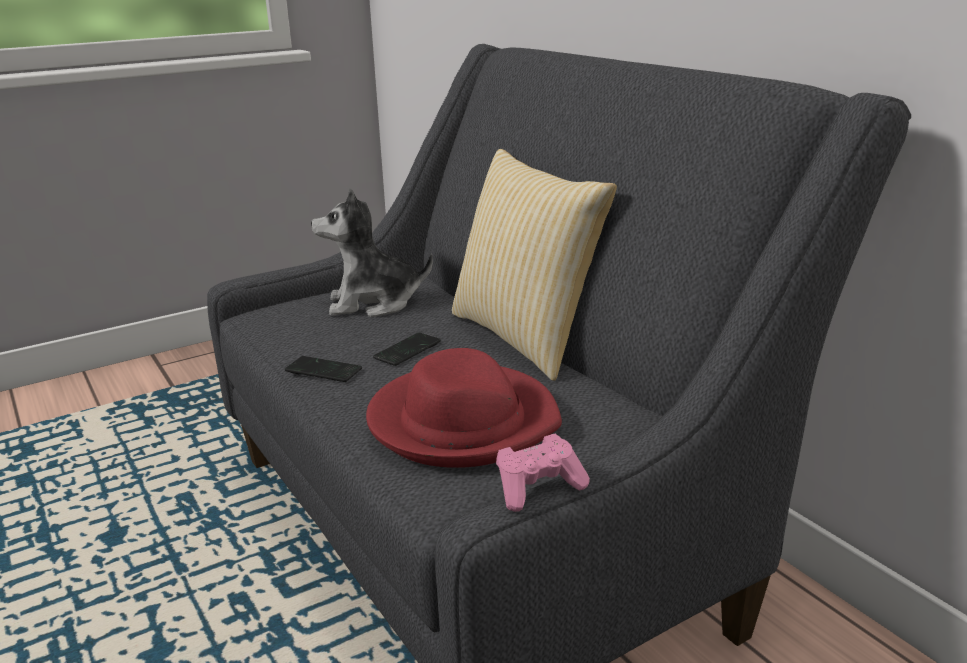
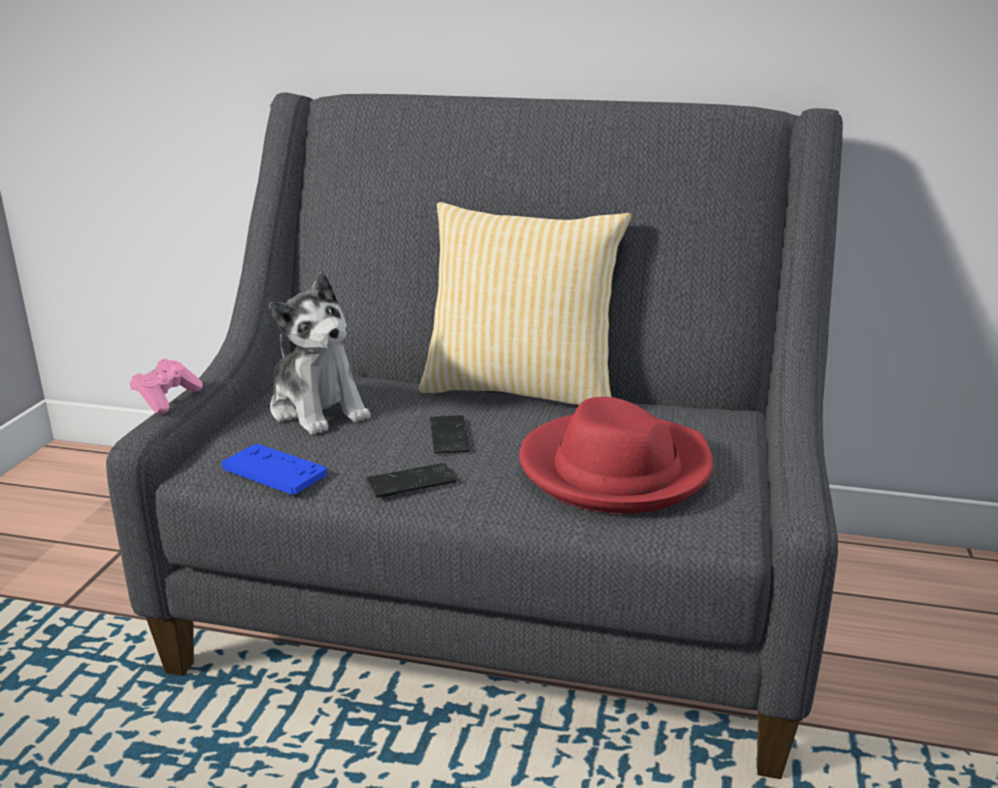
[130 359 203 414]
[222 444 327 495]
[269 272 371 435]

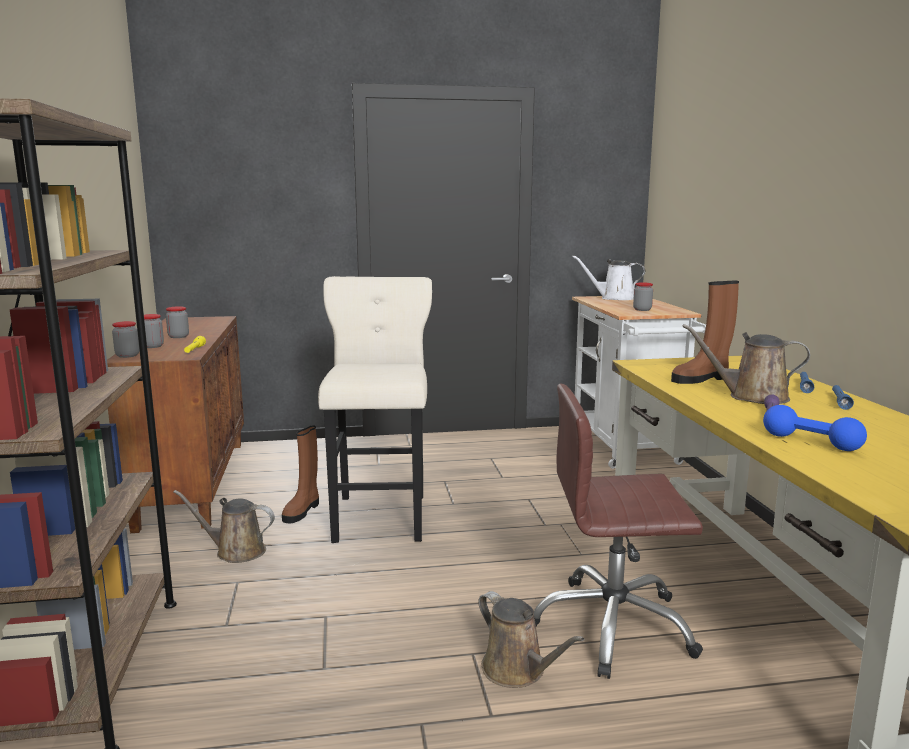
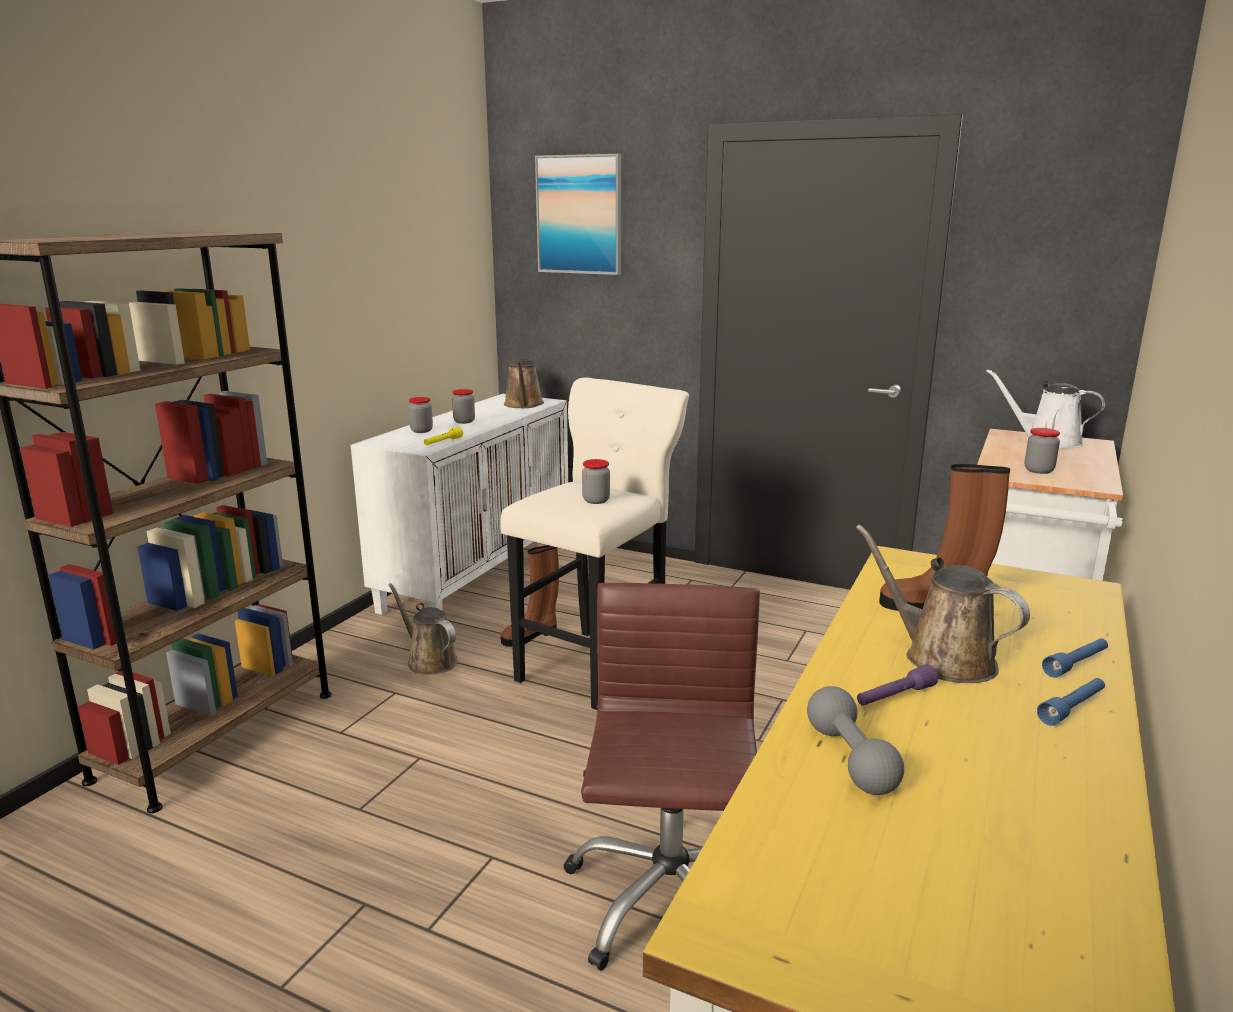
[351 394 568 615]
[504 358 544 408]
[535 154 621 275]
[563 583 760 971]
[582 459 610 504]
[807 686 904 795]

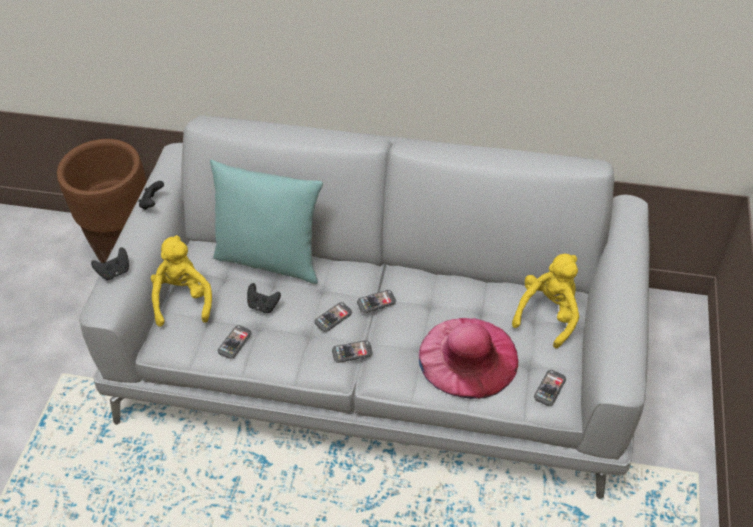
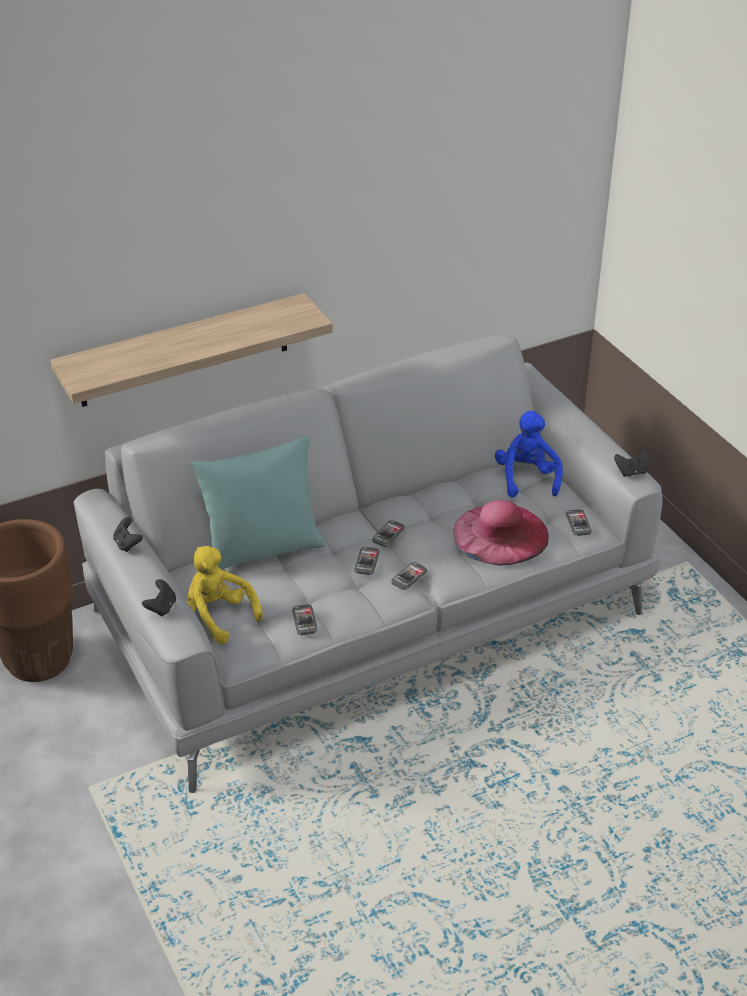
[50 293 333 407]
[495 411 563 498]
[614 450 649 477]

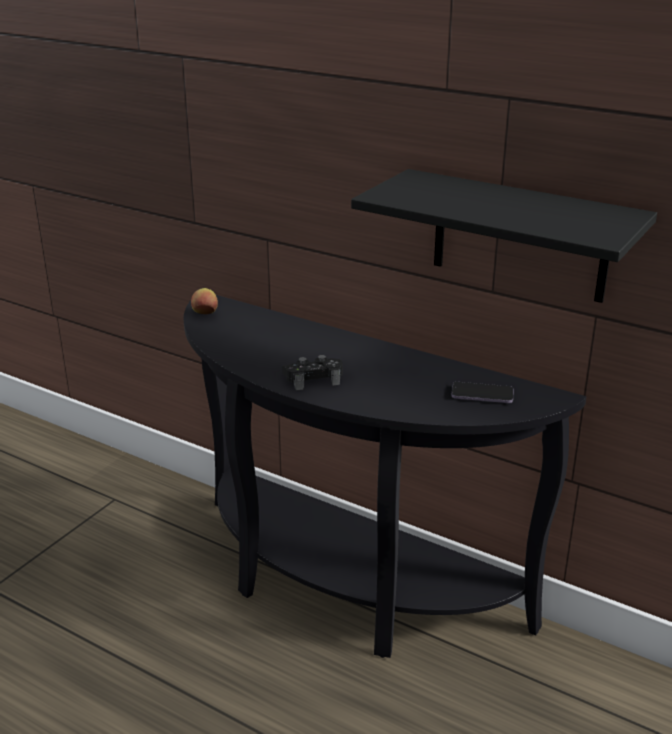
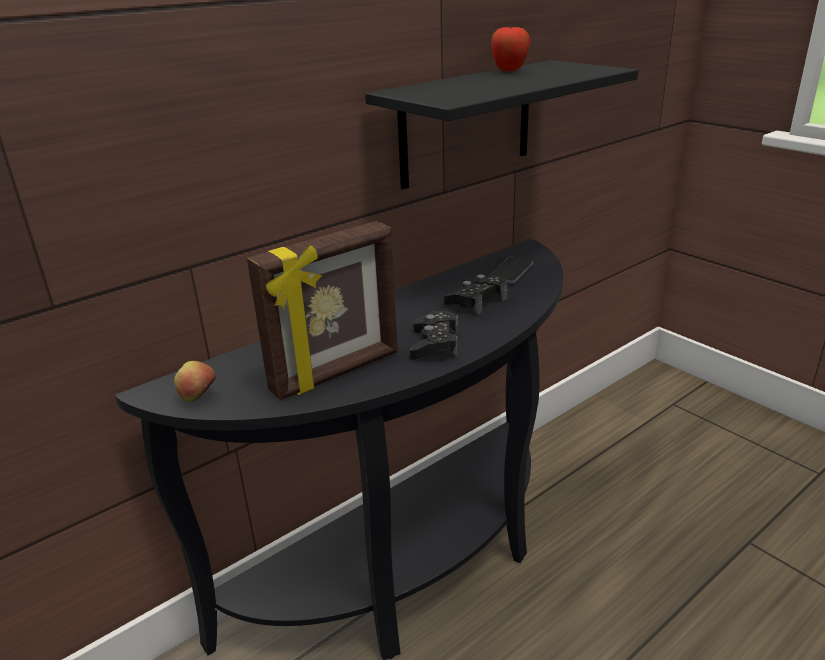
[247 221 398 400]
[444 274 508 315]
[491 23 530 71]

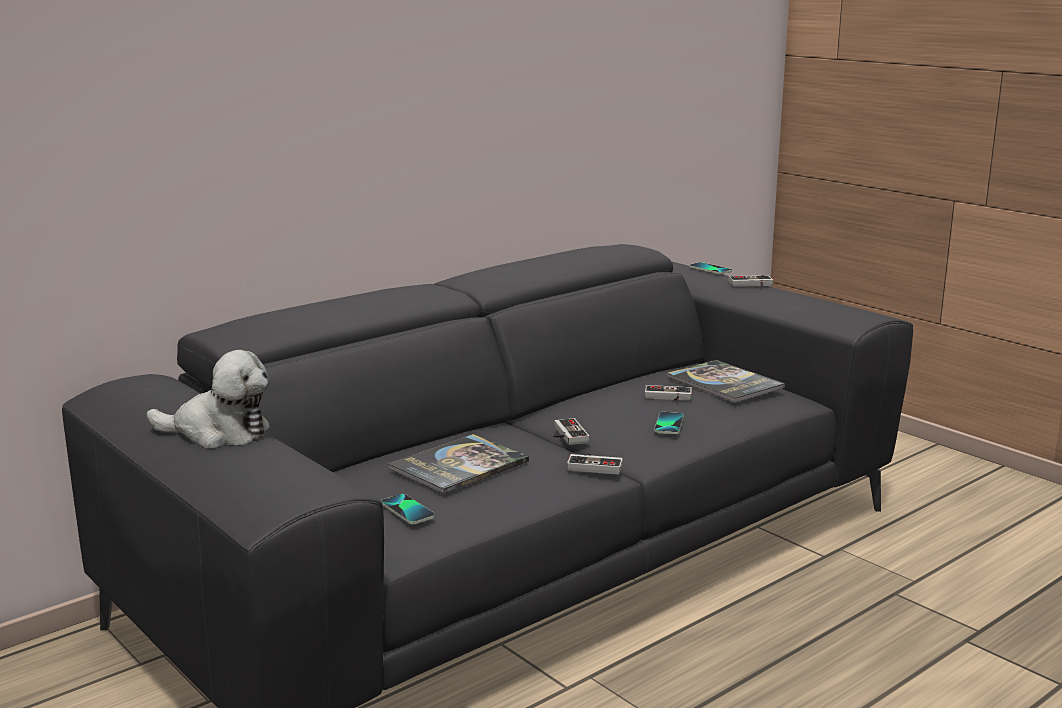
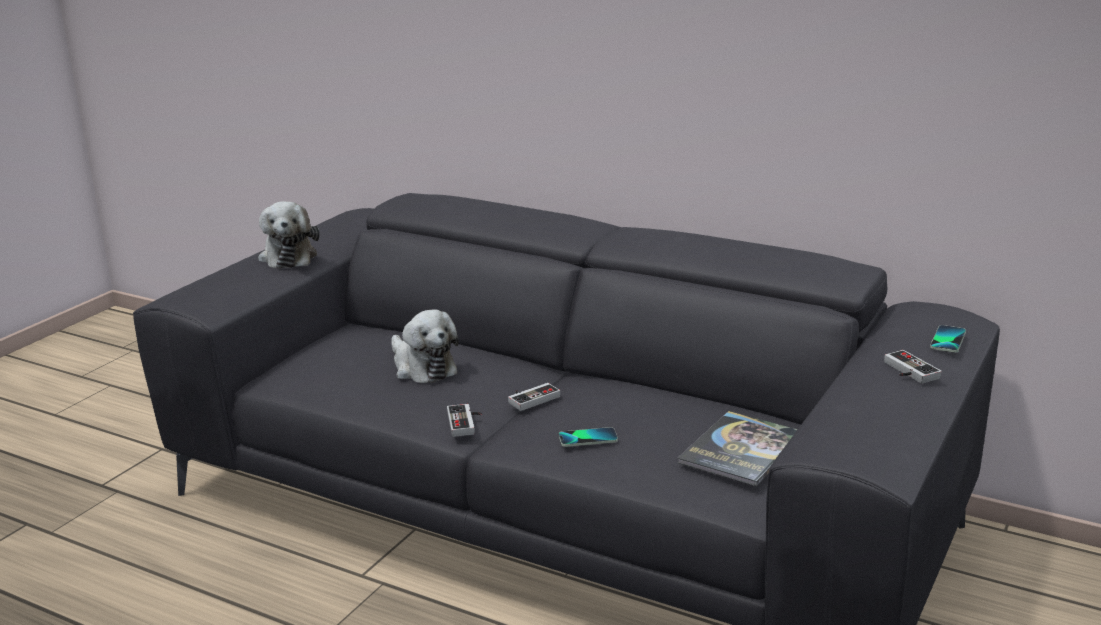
[391 309 459 383]
[381 494 435 524] (first image)
[645 385 692 401] (first image)

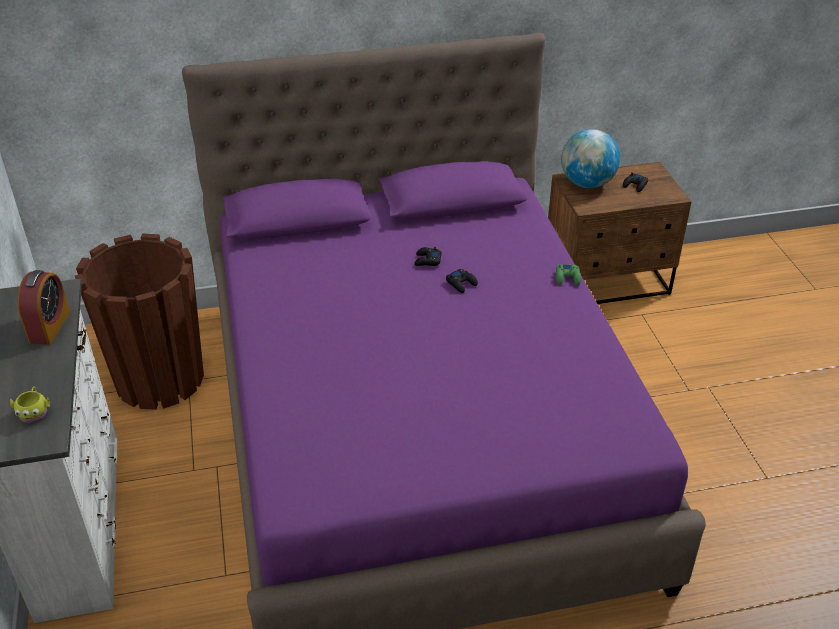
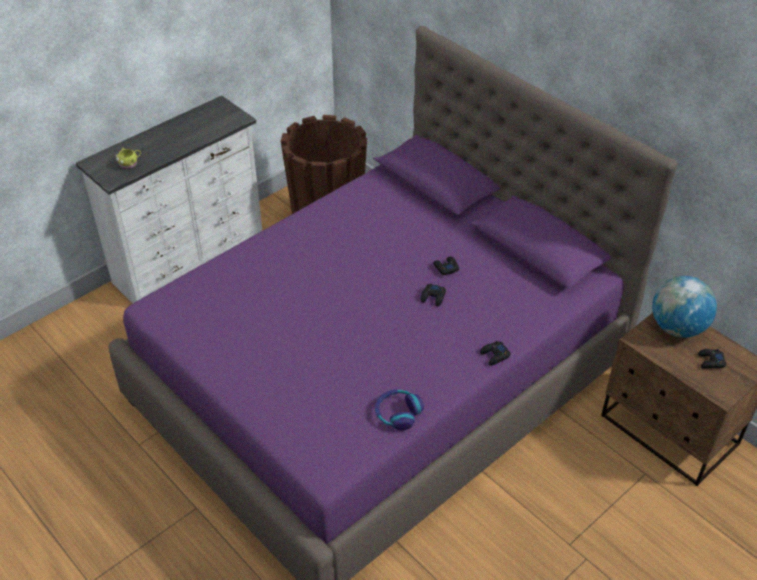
[375 389 424 430]
[480 341 510 366]
[17 270 70 345] (first image)

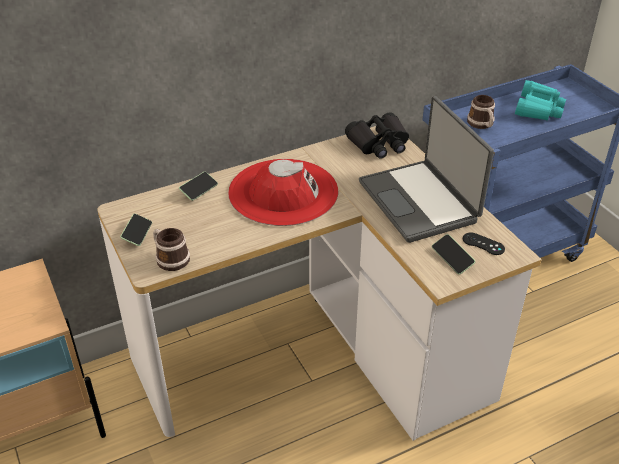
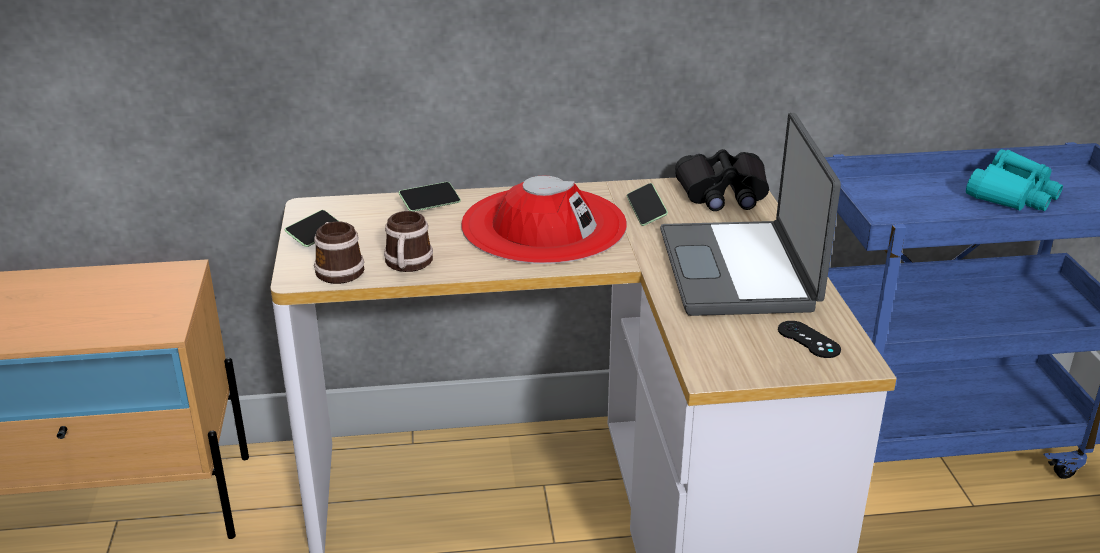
[384 211 433 272]
[627 183 668 226]

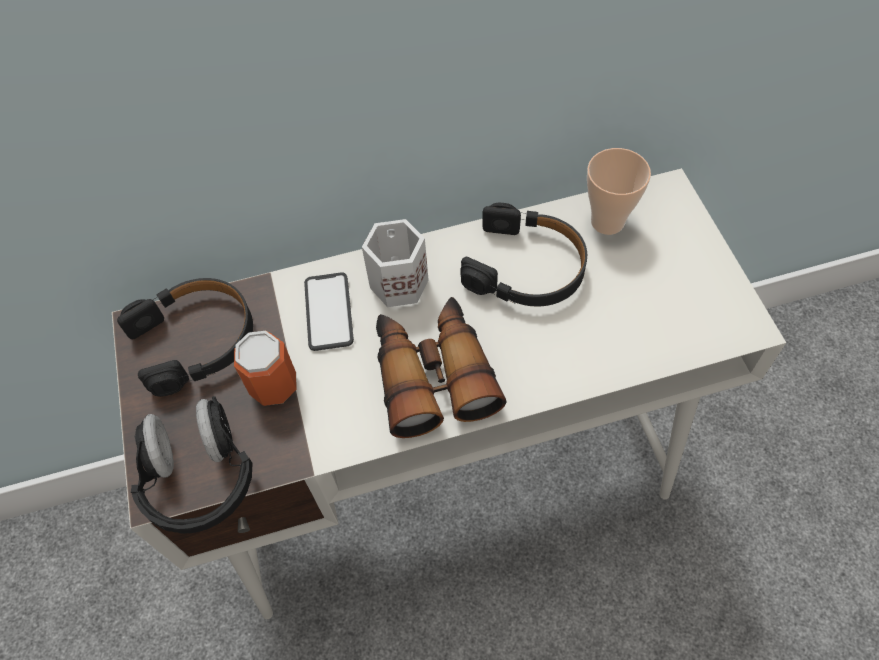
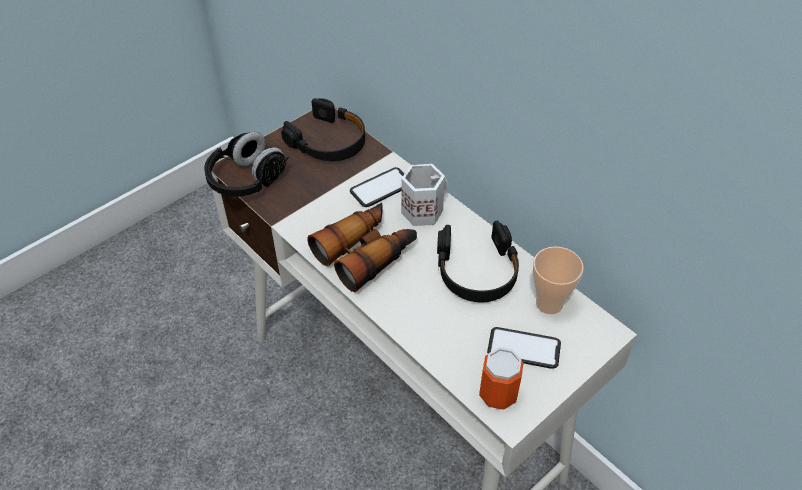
[479 347 524 410]
[487 327 561 369]

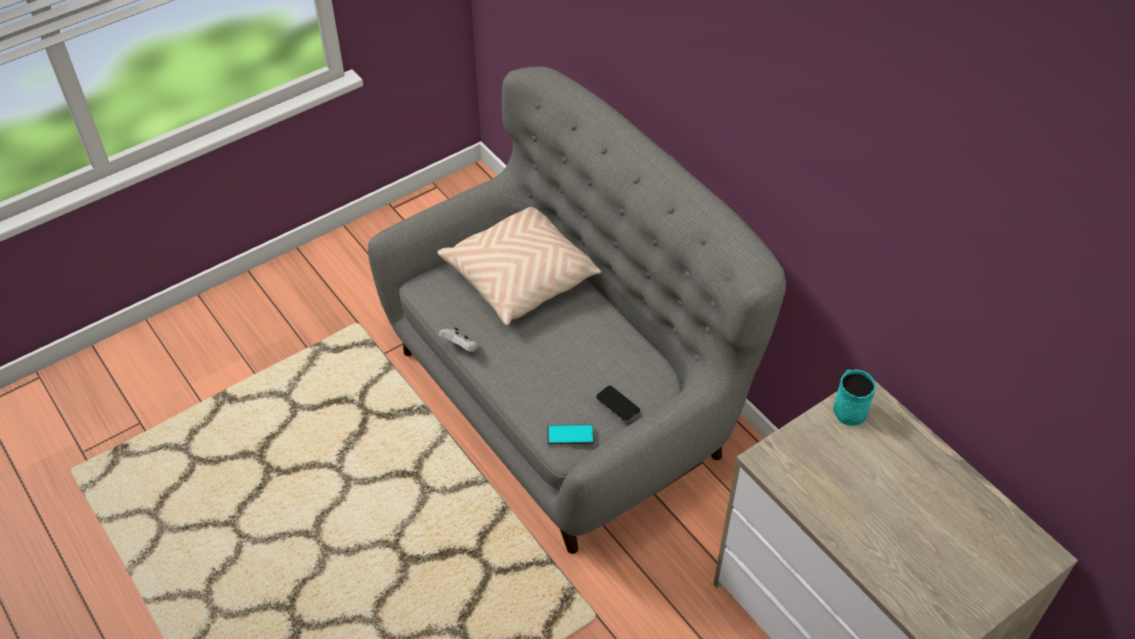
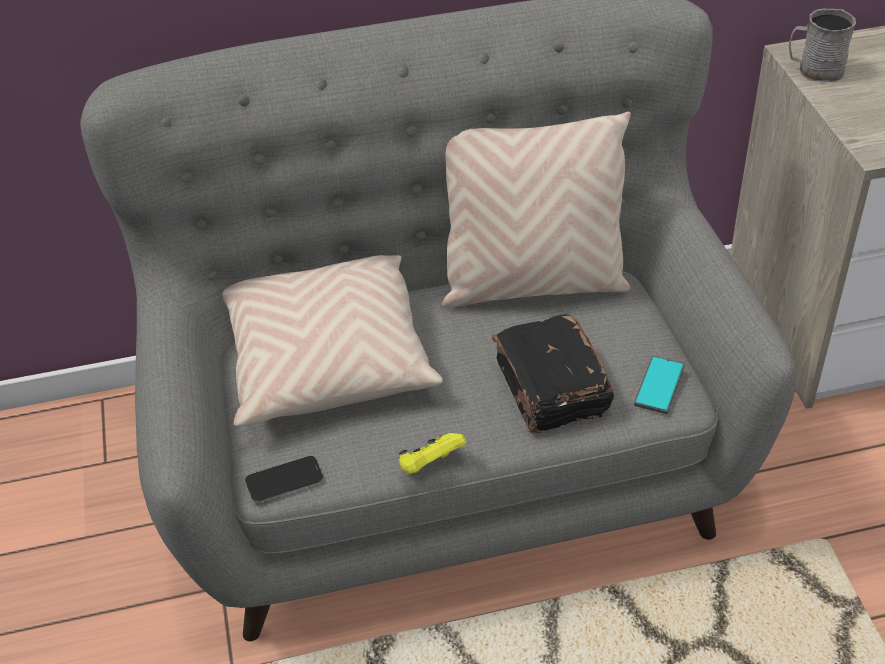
[245 456 323 503]
[399 433 466 474]
[442 112 631 308]
[492 314 614 433]
[789 9 856 82]

